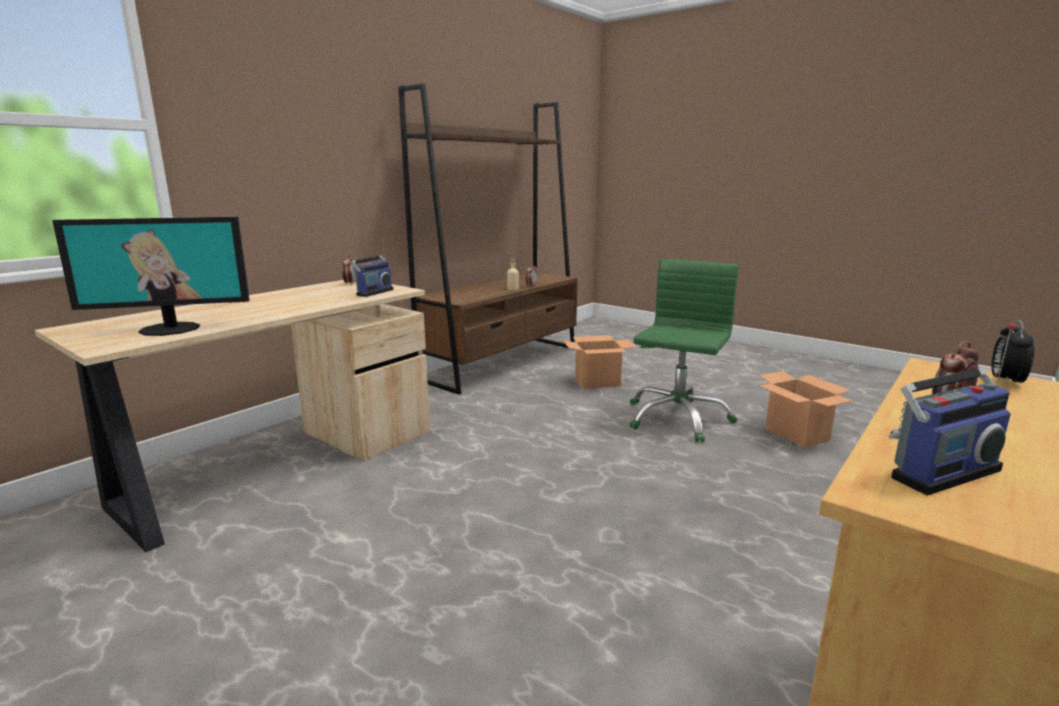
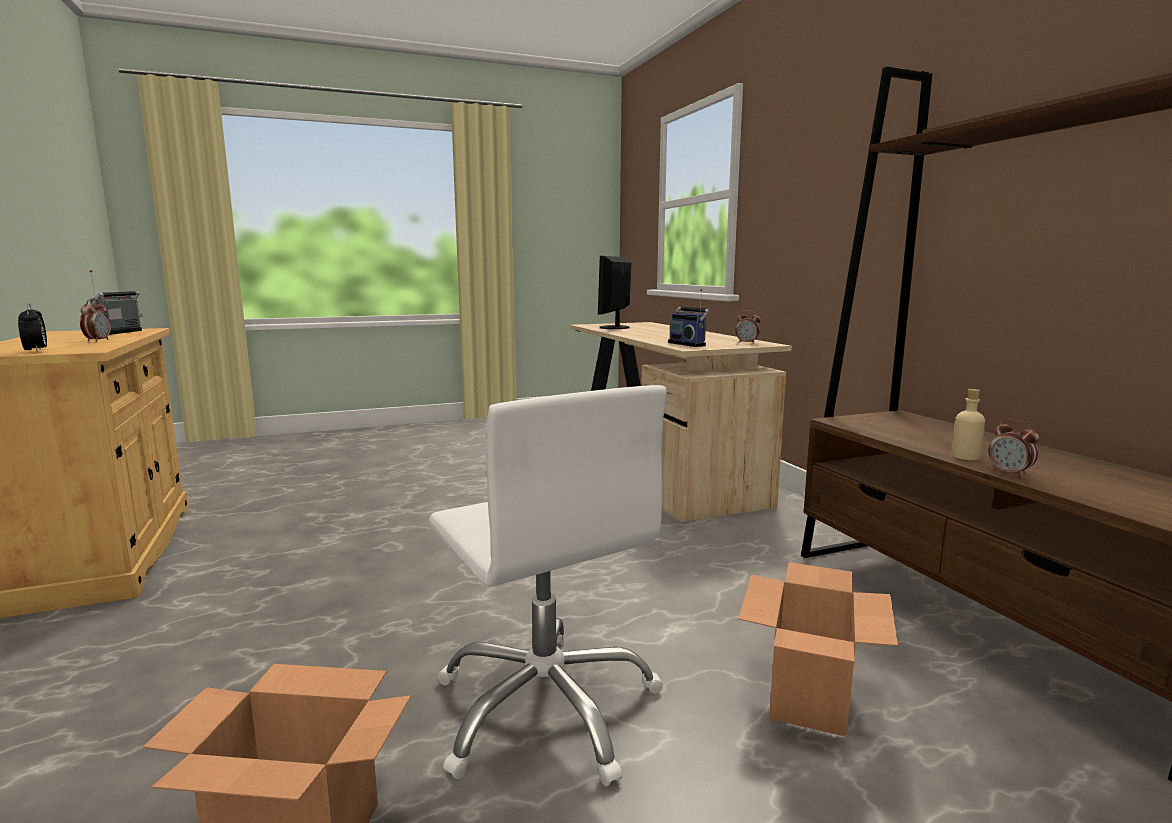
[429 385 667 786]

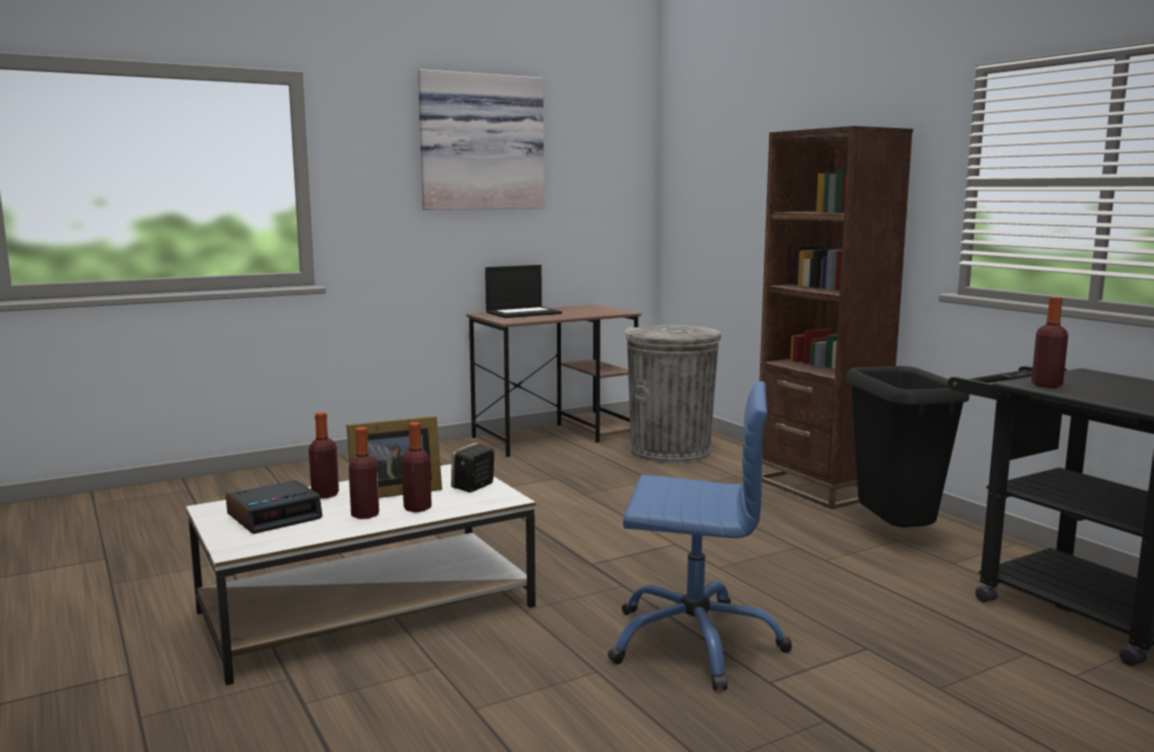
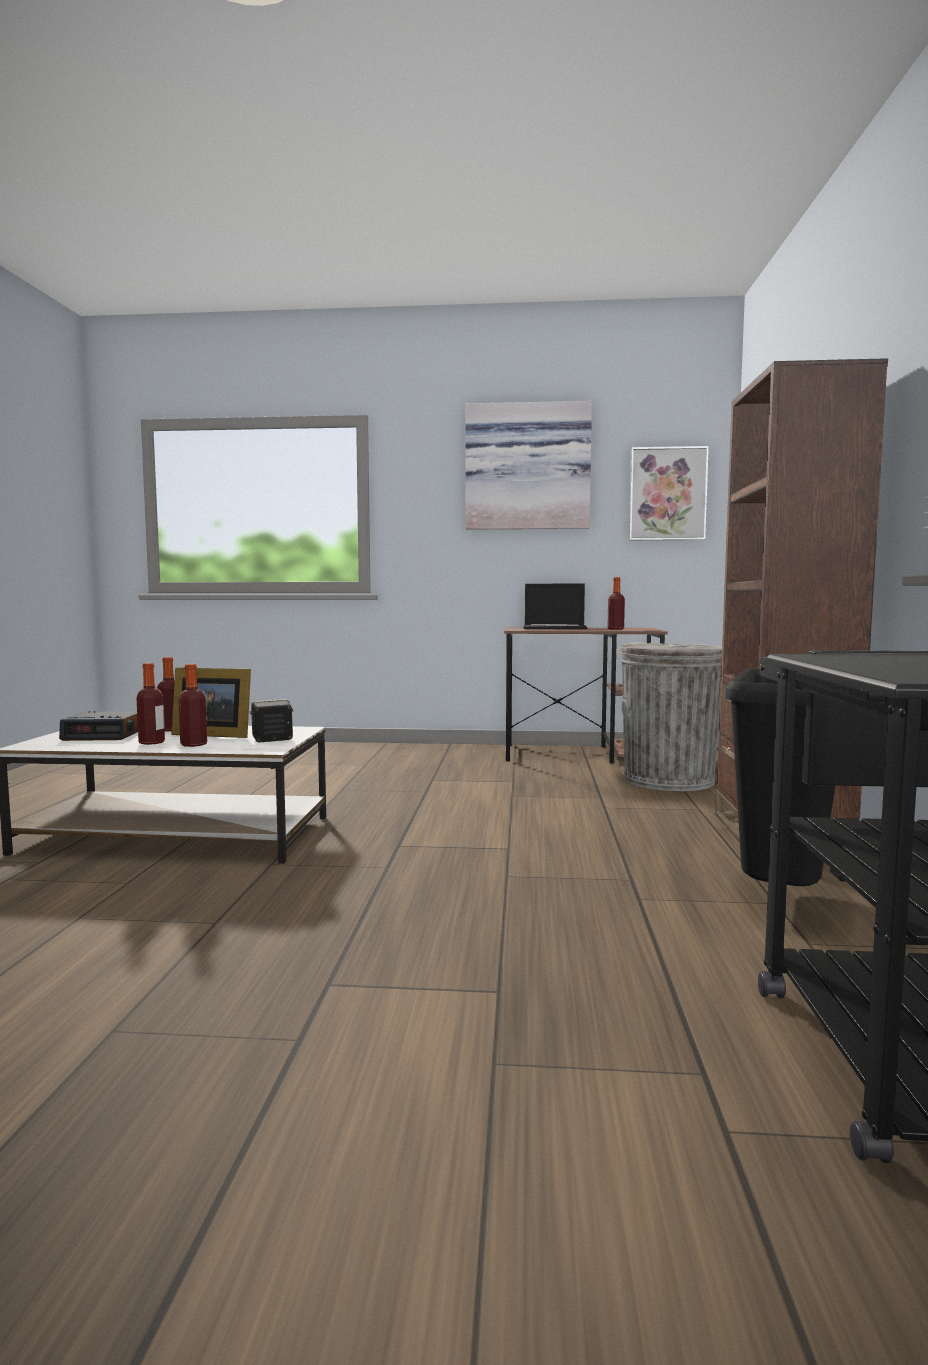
[607 577 625 630]
[629 446 709 540]
[608 381 792 691] (first image)

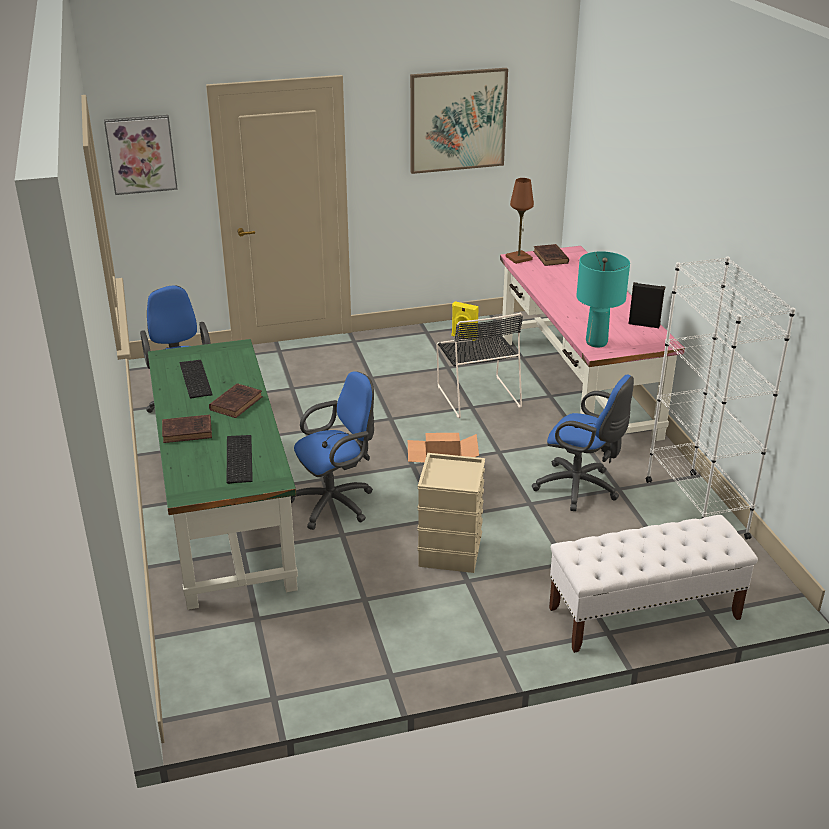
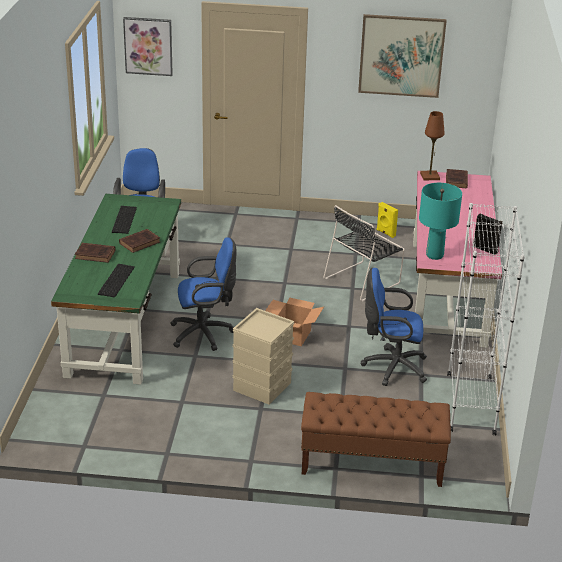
[301 392 451 487]
[323 205 405 301]
[361 268 427 386]

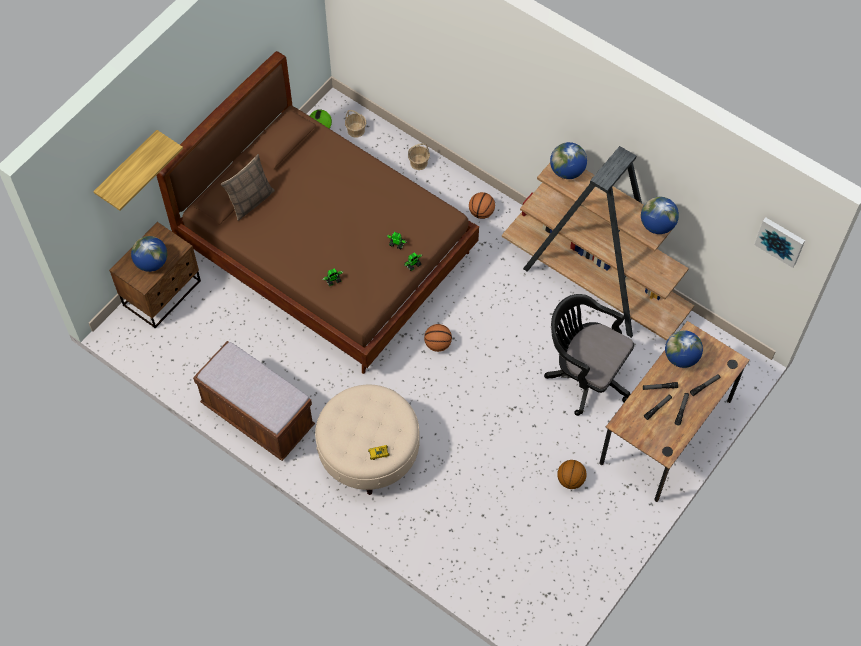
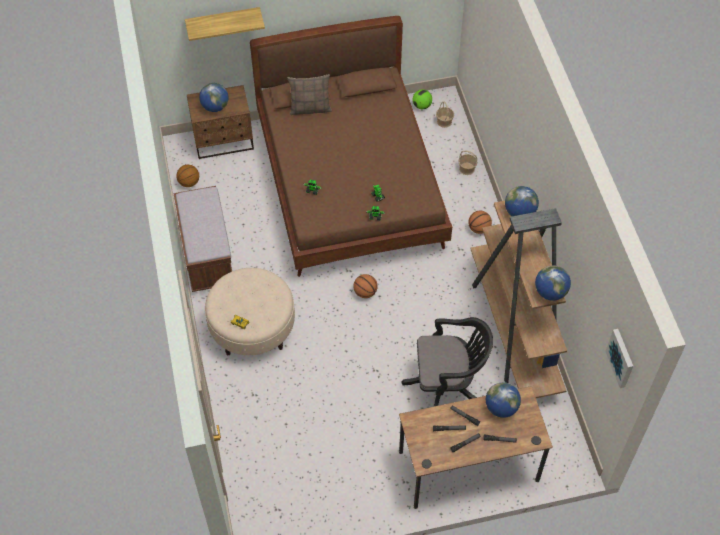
[176 165 199 187]
[401 317 493 406]

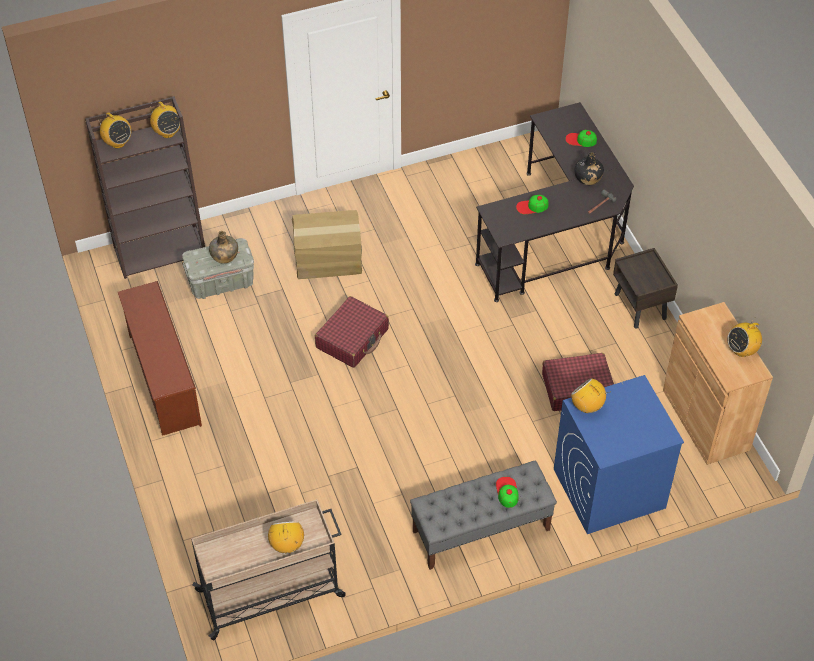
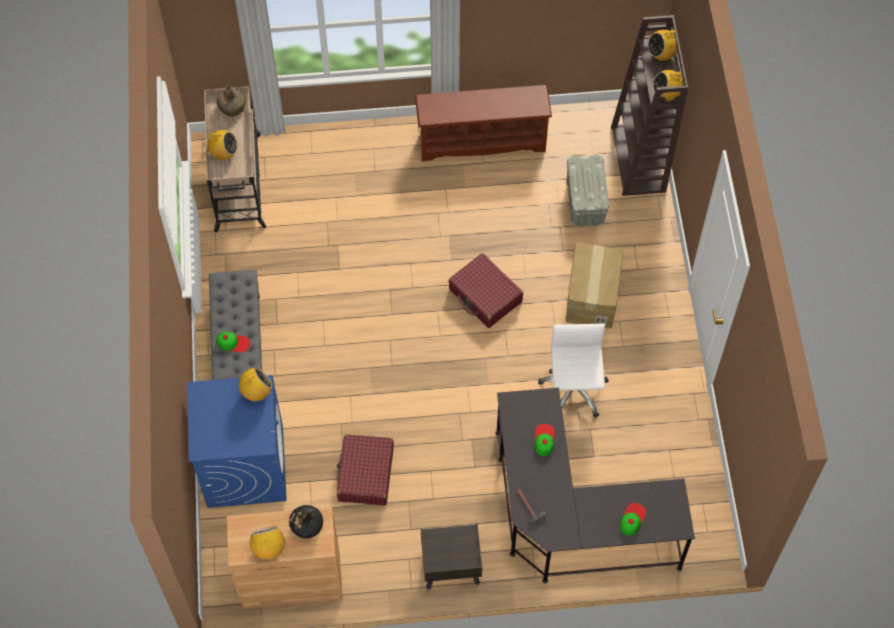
[217 85 246 116]
[289 505 323 539]
[538 324 609 418]

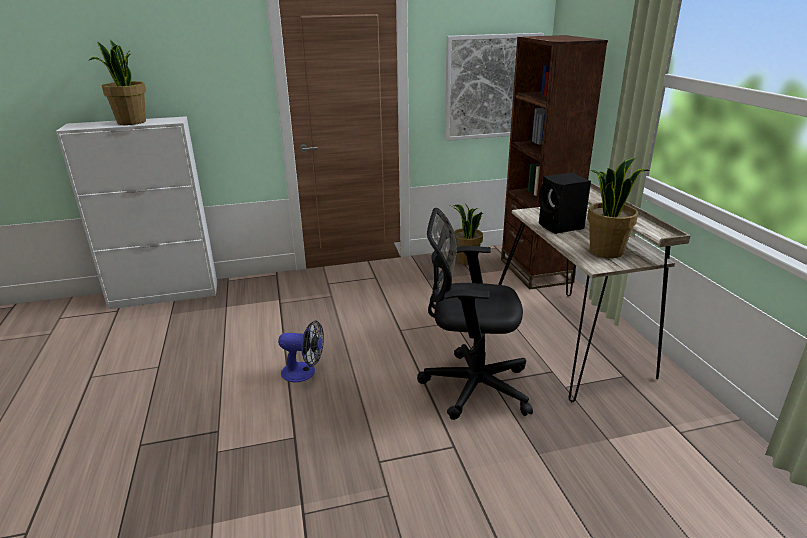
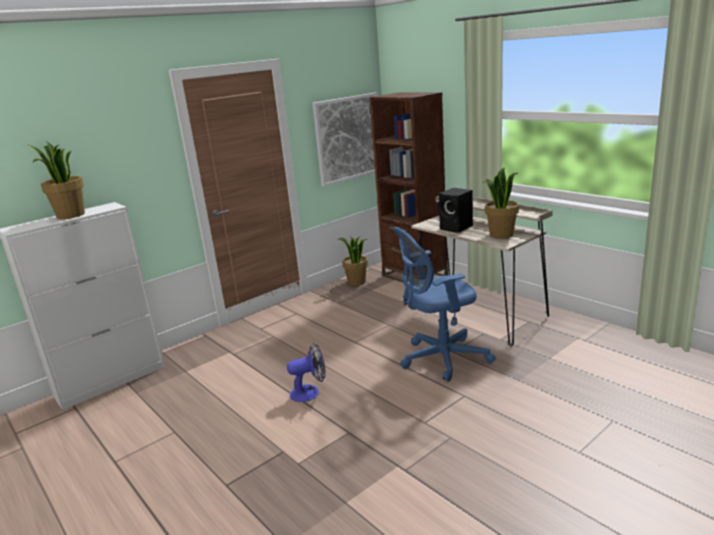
[393 227 496 382]

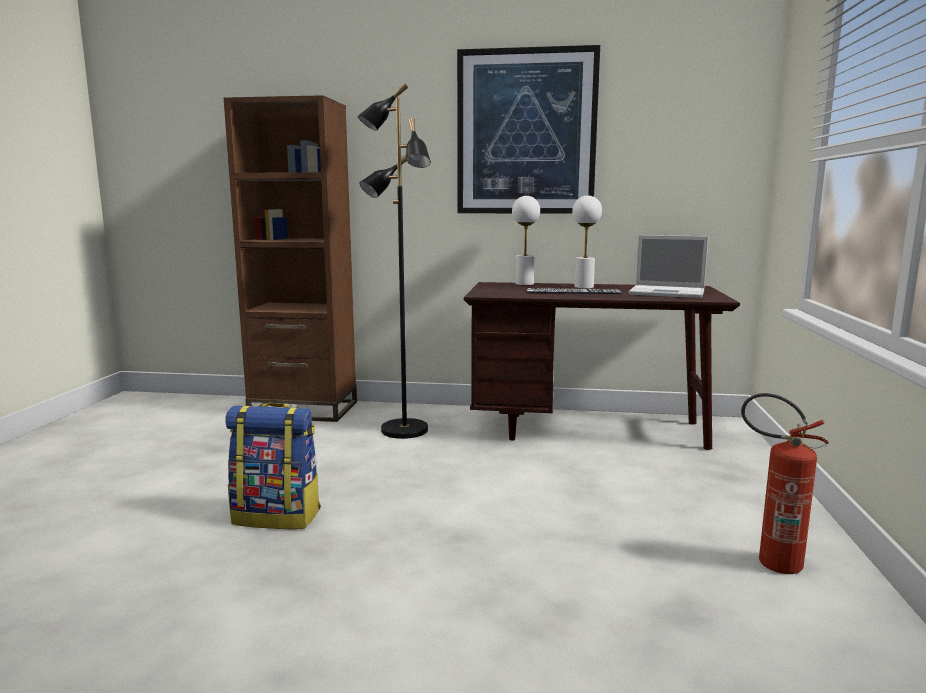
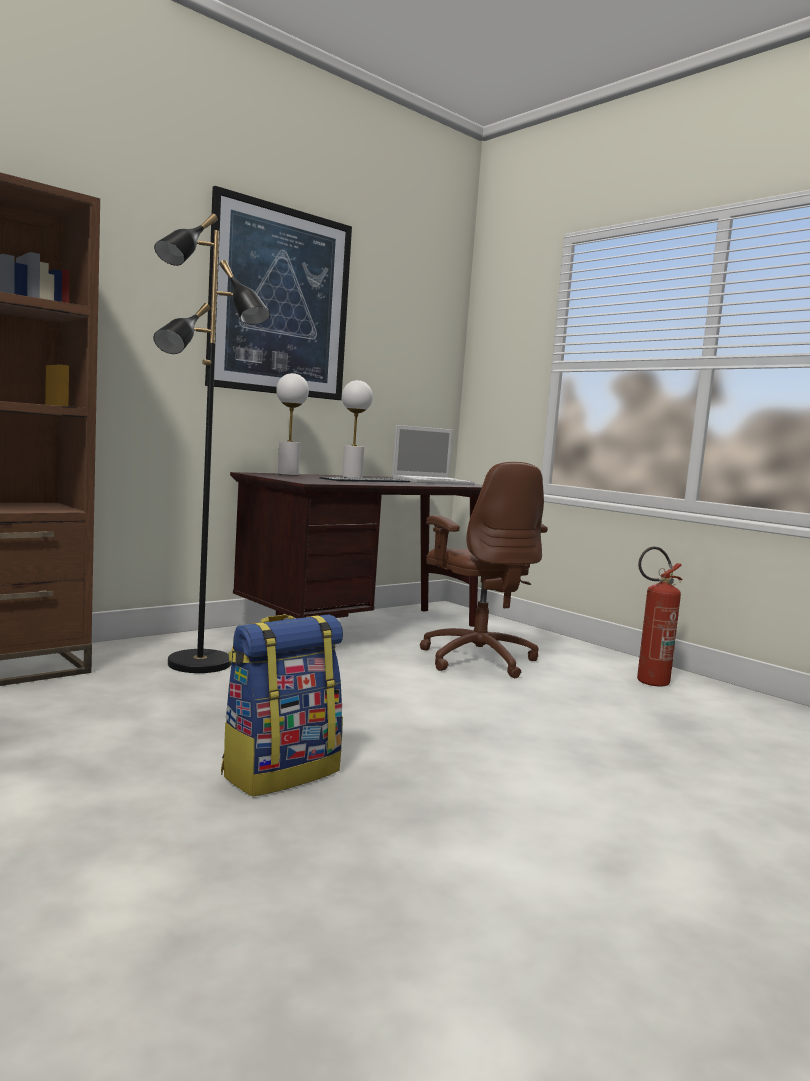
[420 462 547 678]

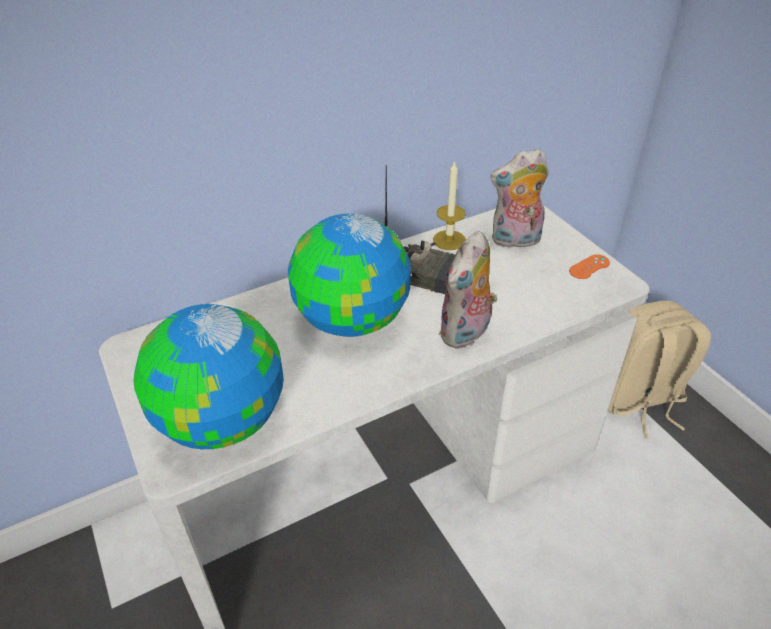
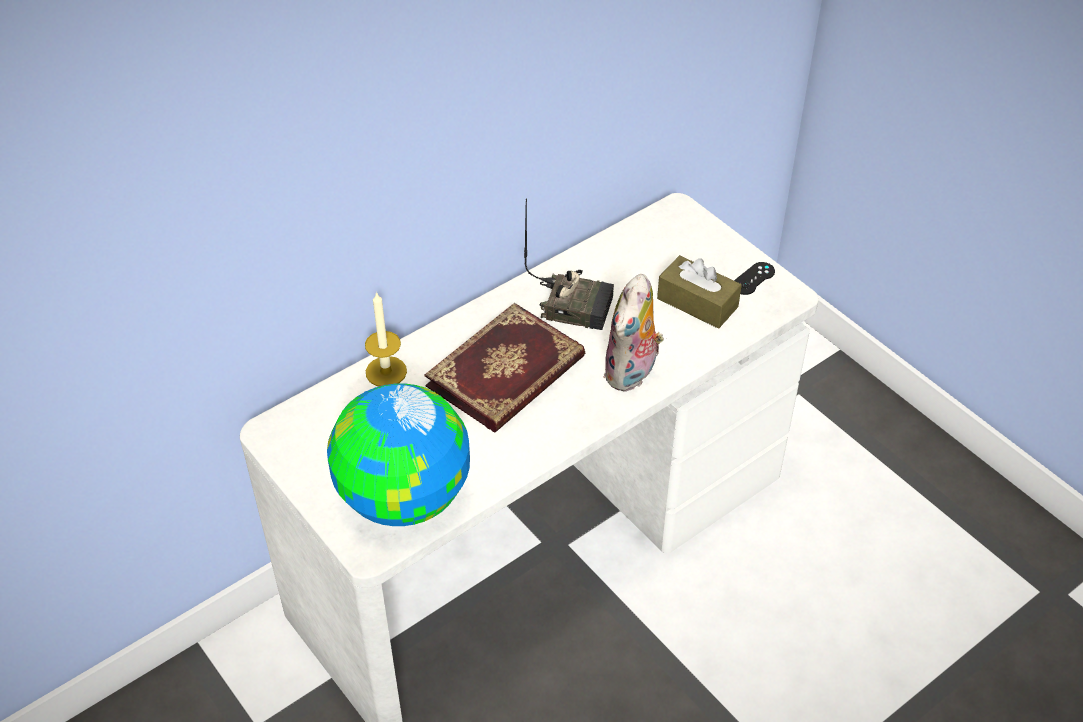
[365 292 407 386]
[425 303 585 432]
[657 255 742 329]
[734 262 775 295]
[490 148 549 250] (first image)
[608 301 711 439] (first image)

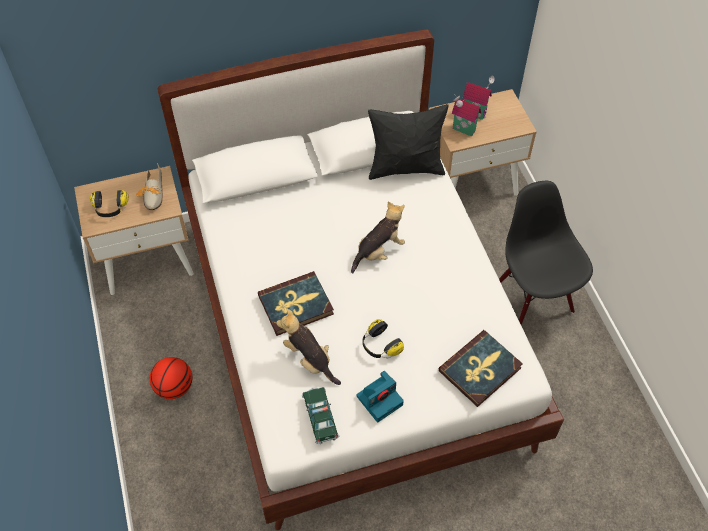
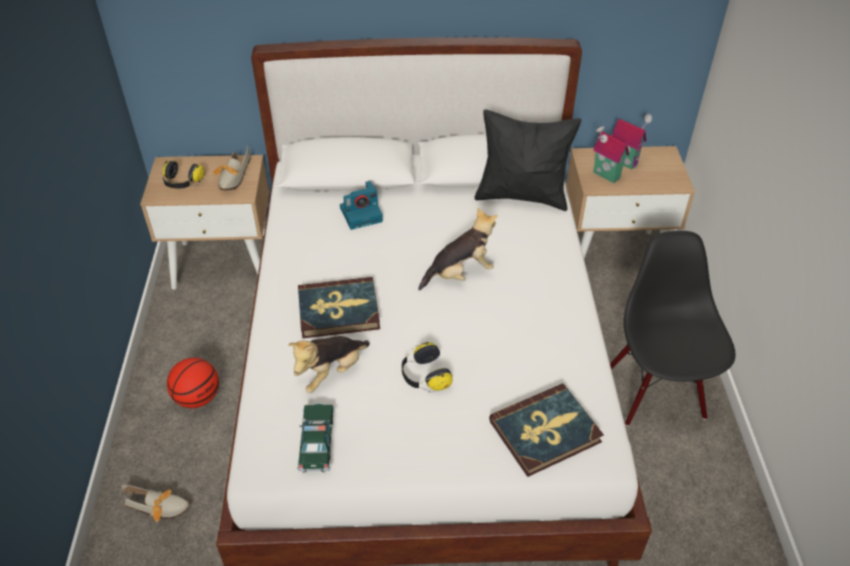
[121 485 190 522]
[288 336 370 393]
[340 181 383 230]

